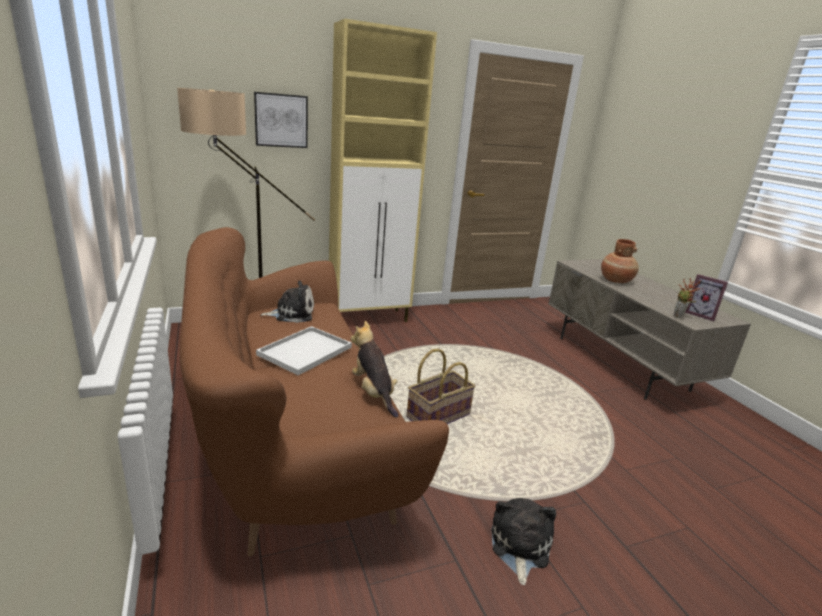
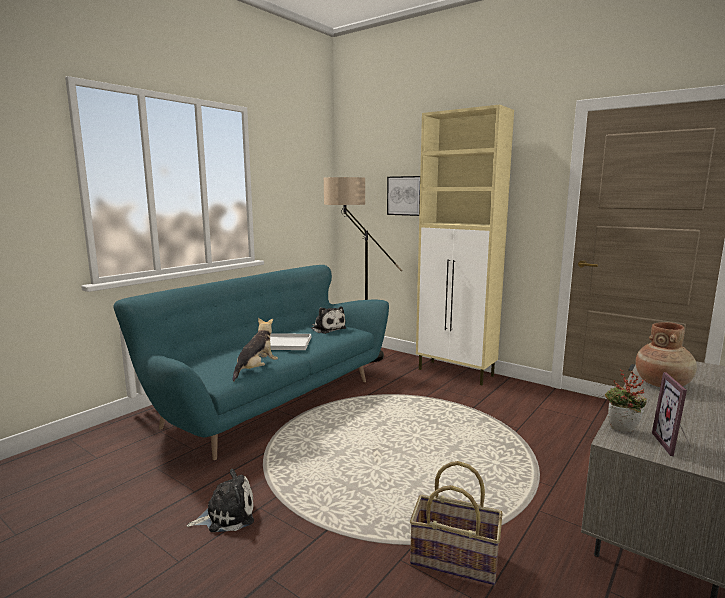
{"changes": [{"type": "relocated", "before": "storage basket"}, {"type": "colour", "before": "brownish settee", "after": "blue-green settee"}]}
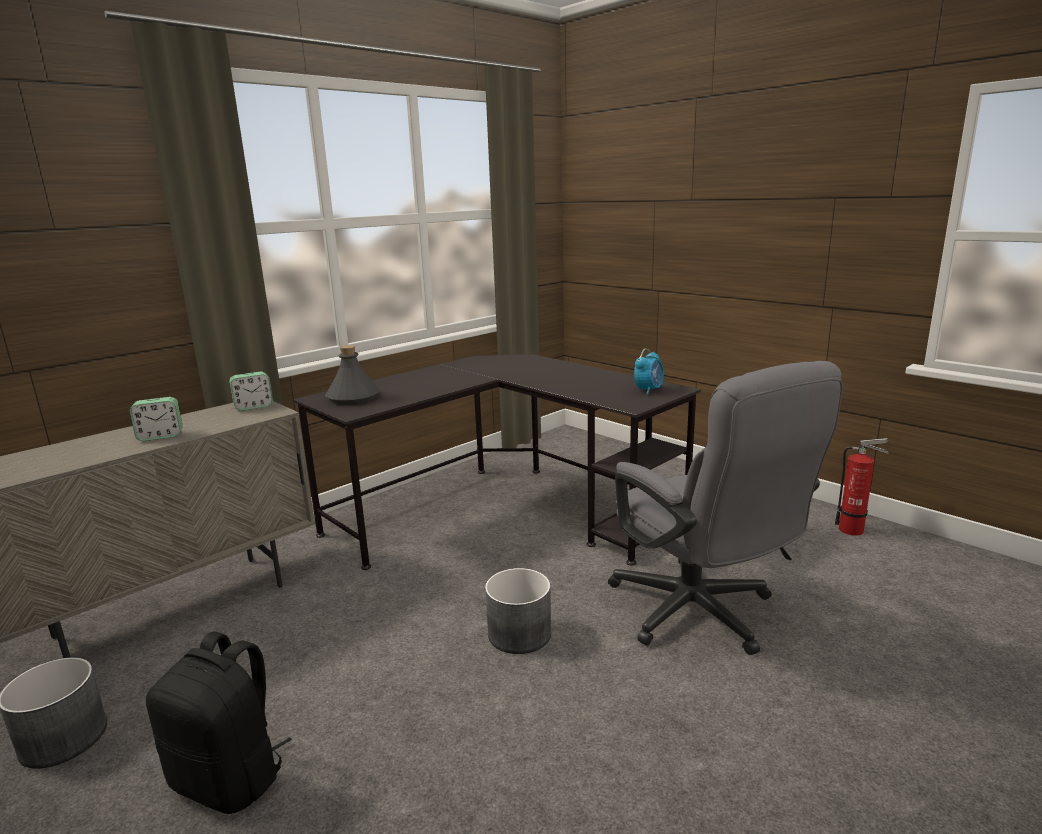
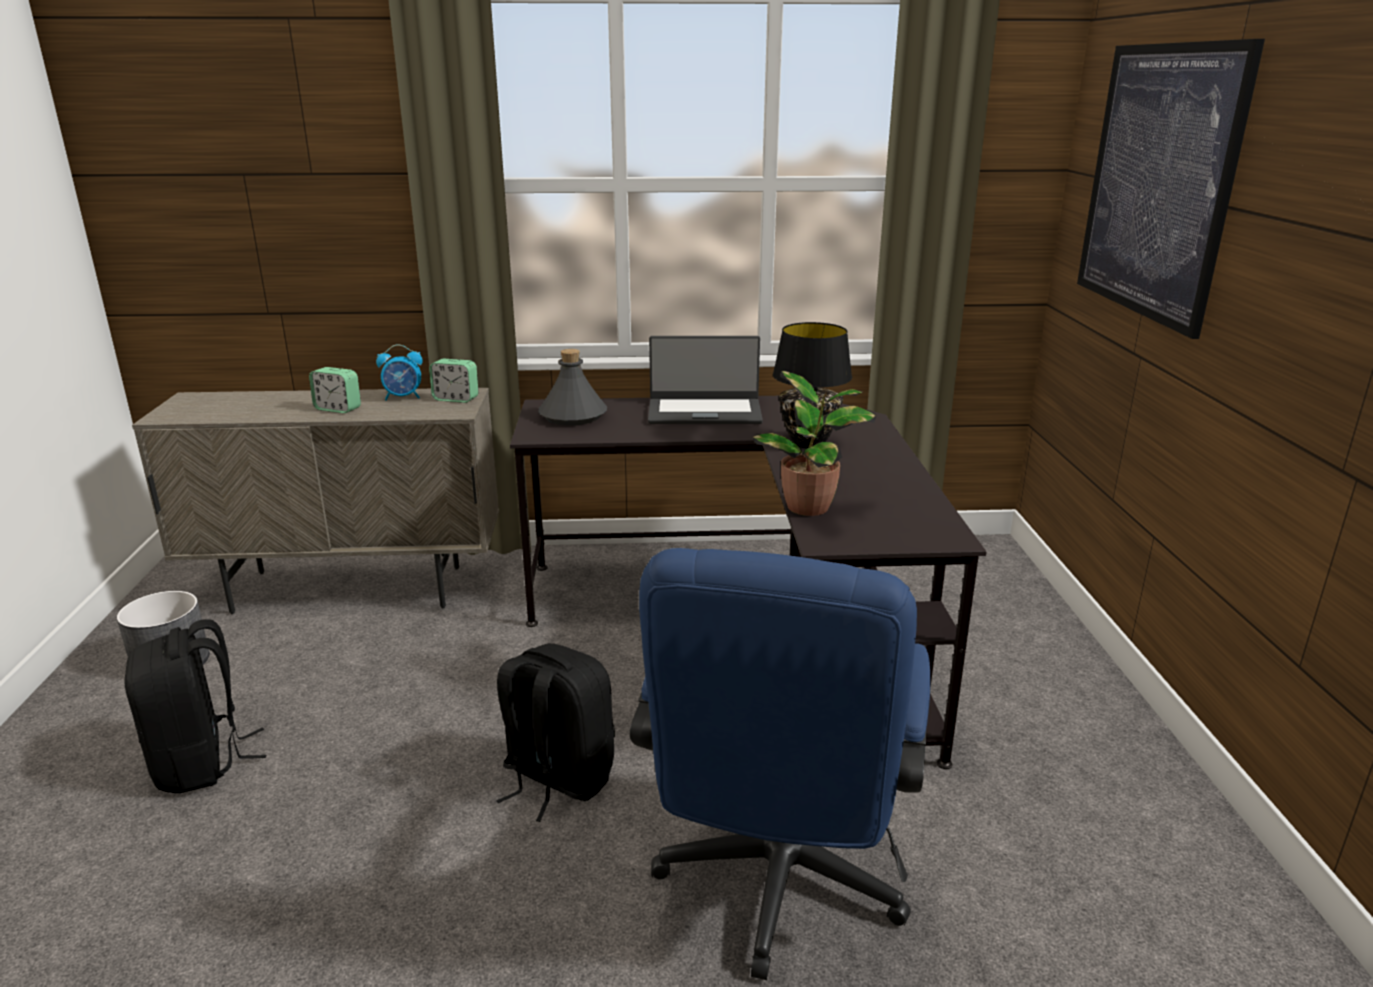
{"changes": [{"type": "missing", "before": "fire-fighting cylinder"}, {"type": "appeared", "after": "portable computer"}, {"type": "appeared", "after": "houseplant"}, {"type": "appeared", "after": "black-coloured tabletop lamp"}, {"type": "appeared", "after": "wall picture"}, {"type": "relocated", "before": "table clock (no. 3 from left in the first image)", "after": "table clock (no. 2 from left)"}, {"type": "exchanged", "before": "greyish flower pot (no. 2 from left)", "after": "black-coloured knapsack (no. 2 from left)"}, {"type": "colour", "before": "greyish computer chair", "after": "bluish computer chair"}]}
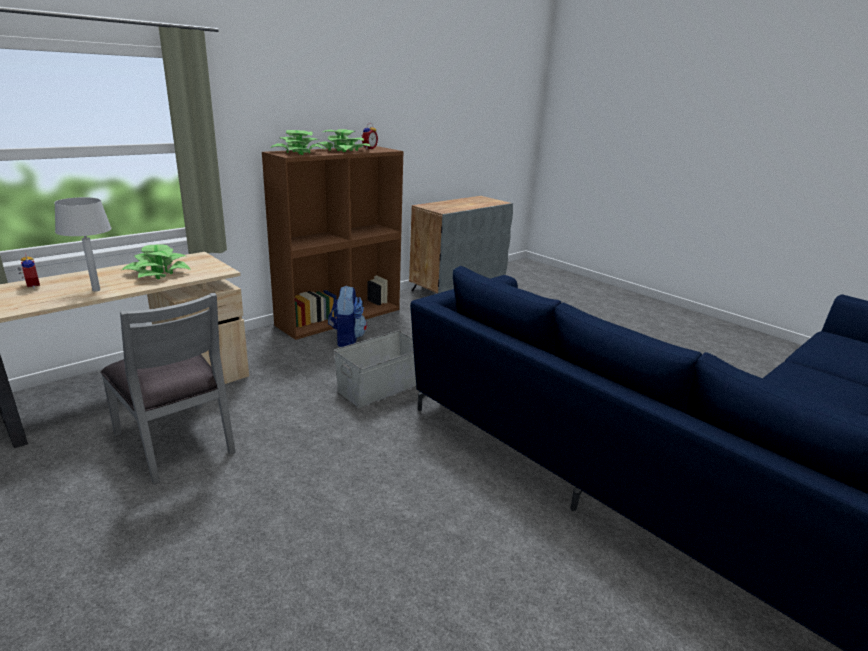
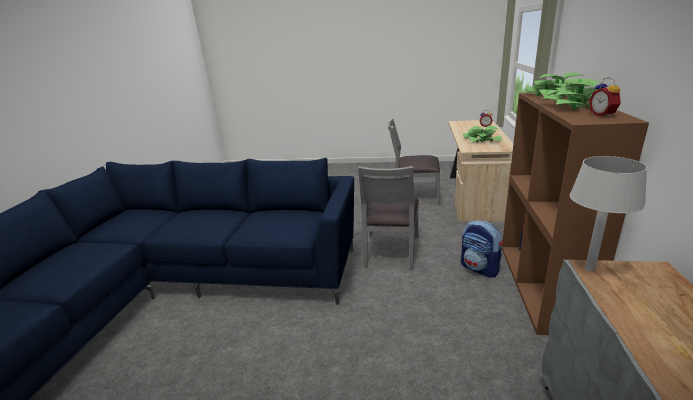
{"changes": [{"type": "relocated", "before": "greyish tabletop lamp"}, {"type": "exchanged", "before": "greyish storage container", "after": "greyish plain chair (no. 1 from left)"}]}
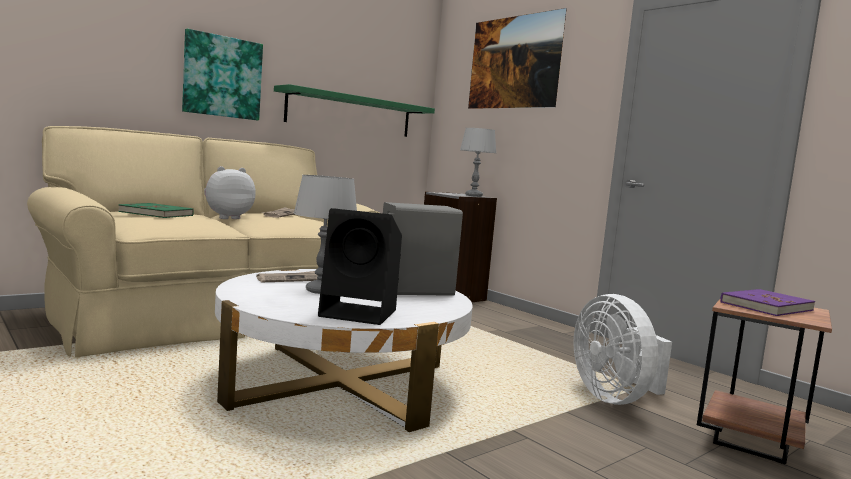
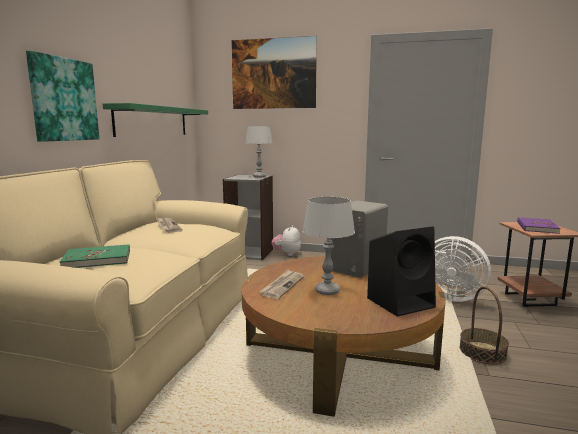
{"changes": [{"type": "appeared", "after": "storage basket"}, {"type": "relocated", "before": "plush toy"}, {"type": "colour", "before": "white lounge table", "after": "brownish lounge table"}]}
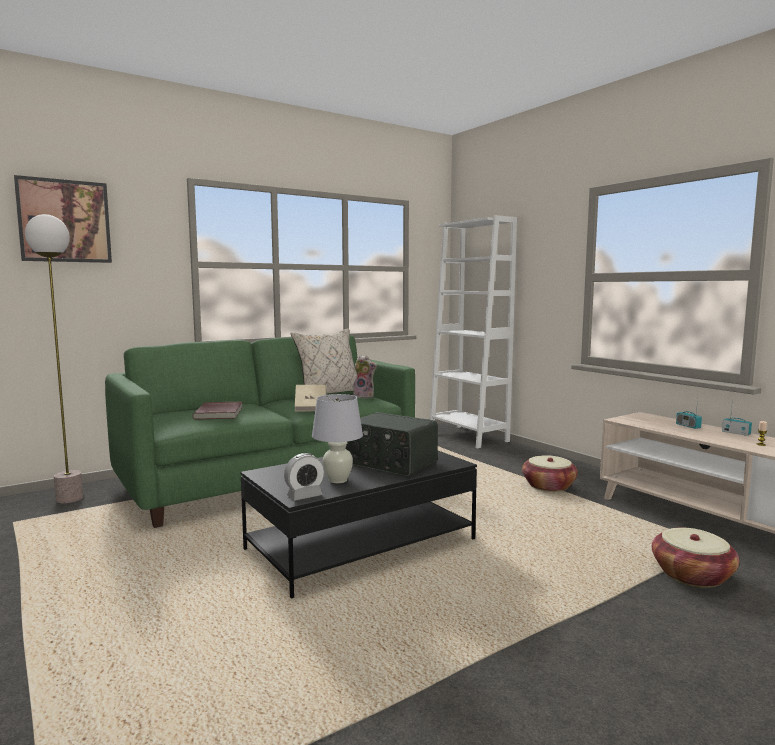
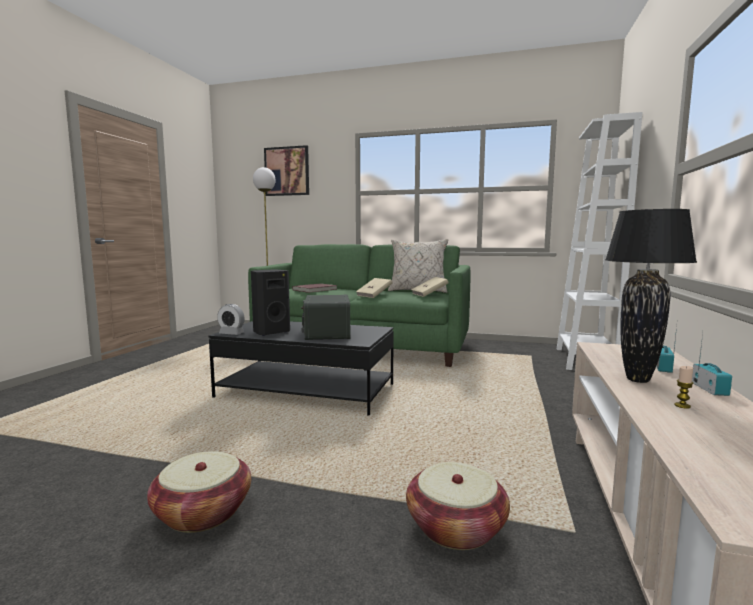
{"changes": [{"type": "appeared", "after": "black-coloured tabletop lamp"}, {"type": "relocated", "before": "storage basket (no. 1 from left)"}, {"type": "exchanged", "before": "white tabletop lamp", "after": "black-coloured speaker"}, {"type": "exchanged", "before": "plush toy", "after": "beige-coloured bound book (no. 2 from left)"}]}
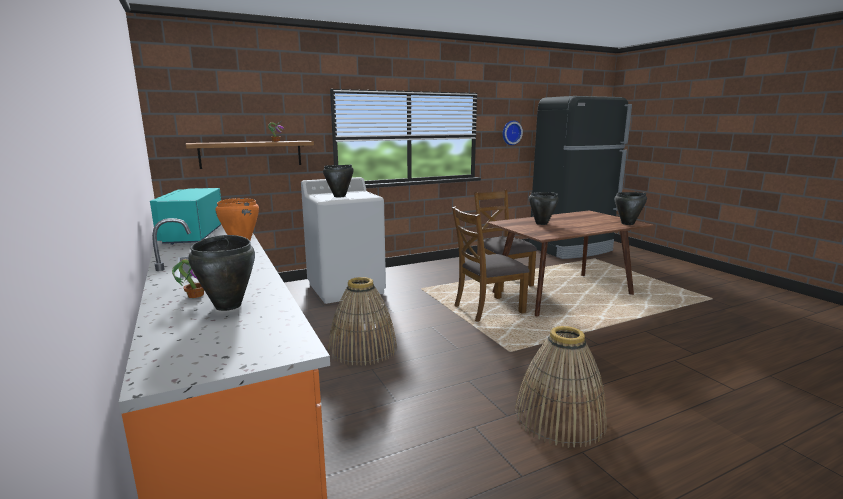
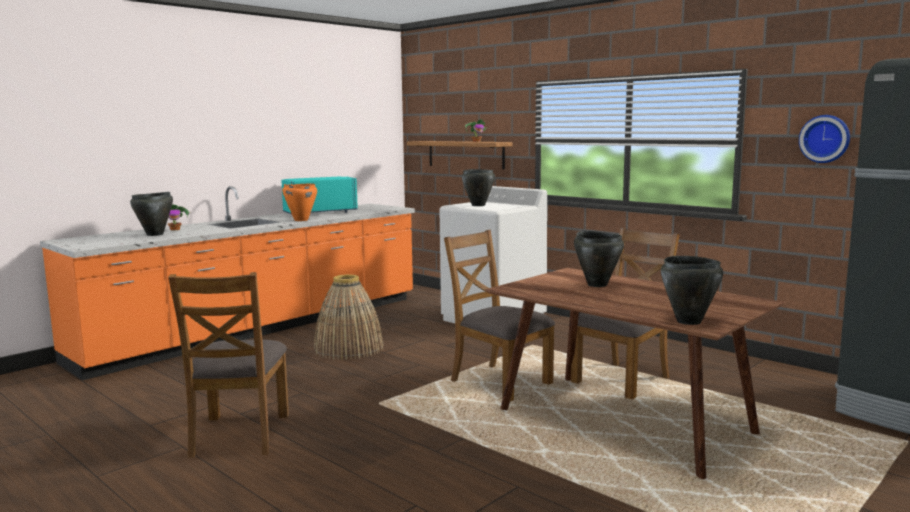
{"changes": [{"type": "exchanged", "before": "storage basket (no. 2 from left)", "after": "brownish plain chair (no. 1 from left)"}]}
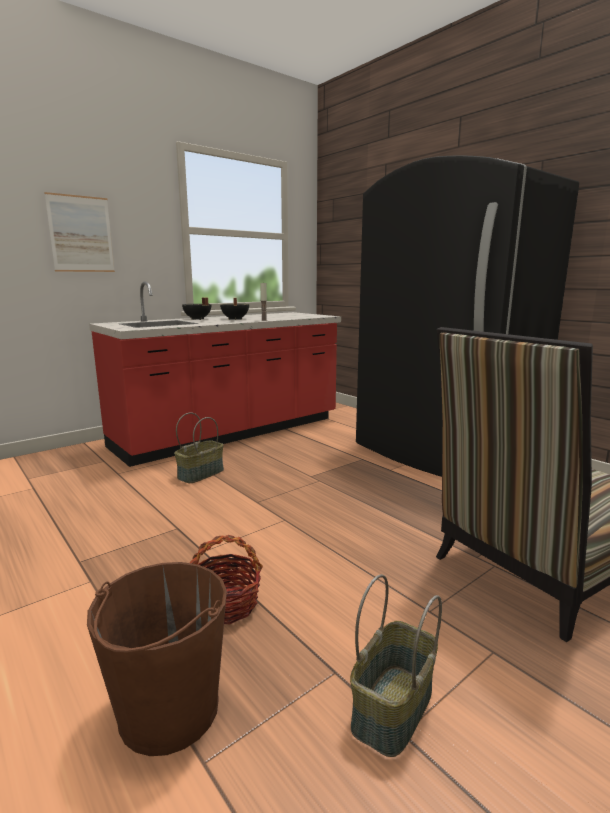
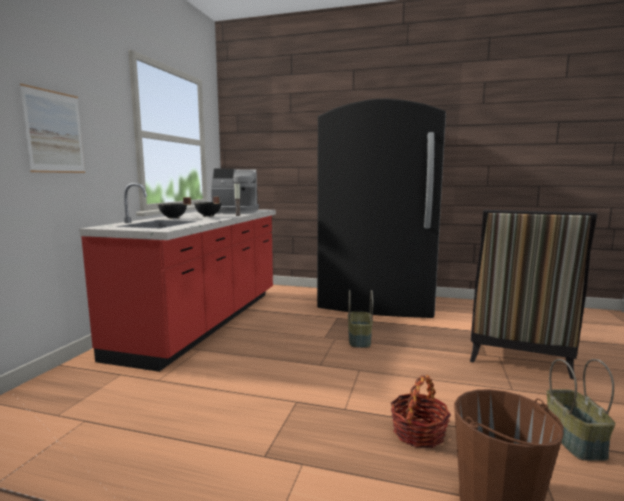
{"changes": [{"type": "appeared", "after": "coffee machine"}, {"type": "relocated", "before": "storage basket (no. 1 from left)"}]}
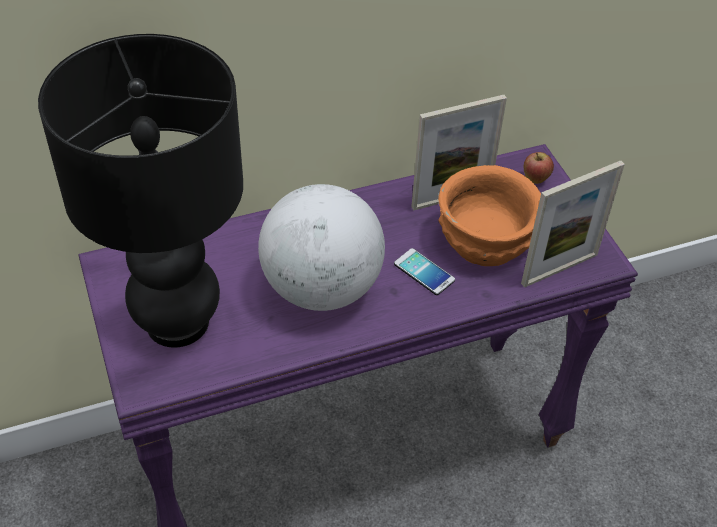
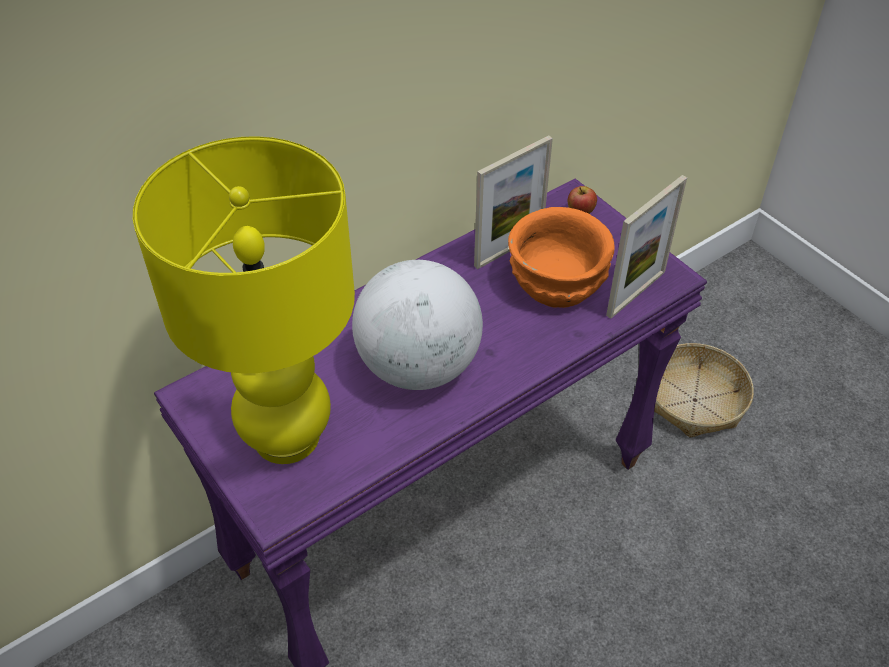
{"changes": [{"type": "missing", "before": "handset"}, {"type": "appeared", "after": "storage basket"}, {"type": "colour", "before": "black-coloured tabletop lamp", "after": "yellowish tabletop lamp"}]}
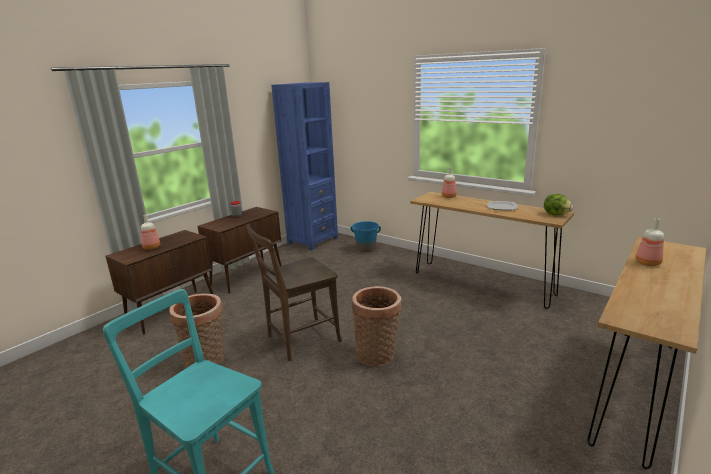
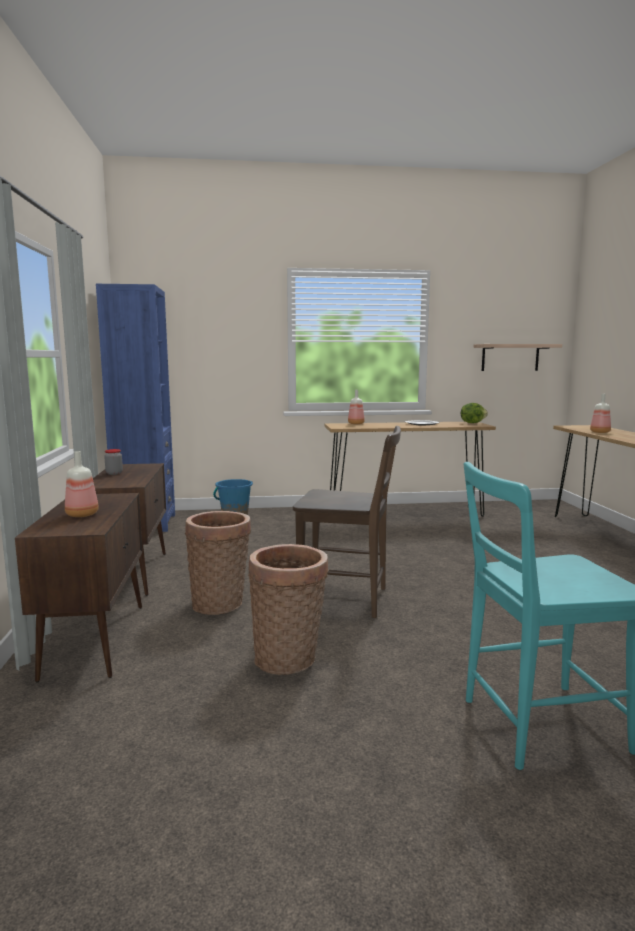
{"changes": [{"type": "appeared", "after": "bracket shelf"}, {"type": "relocated", "before": "storage basket (no. 2 from left in the first image)", "after": "storage basket (no. 1 from left)"}, {"type": "spun", "before": "brownish plain chair", "turn": -90}]}
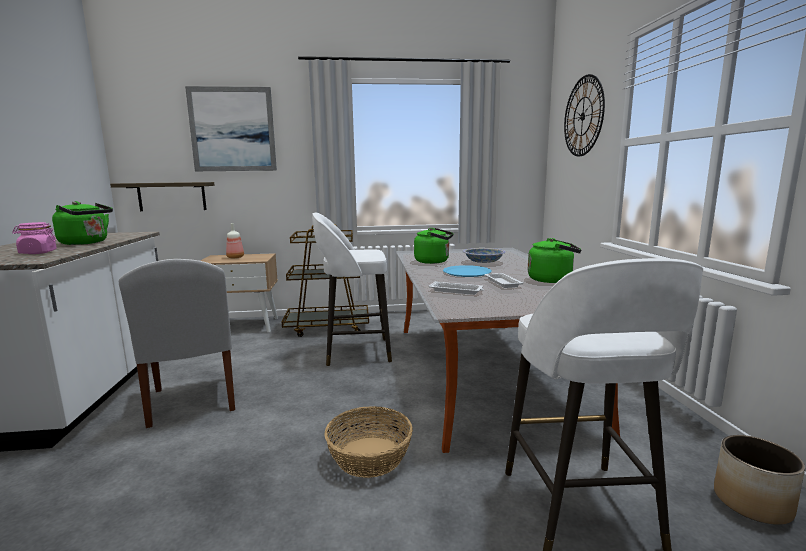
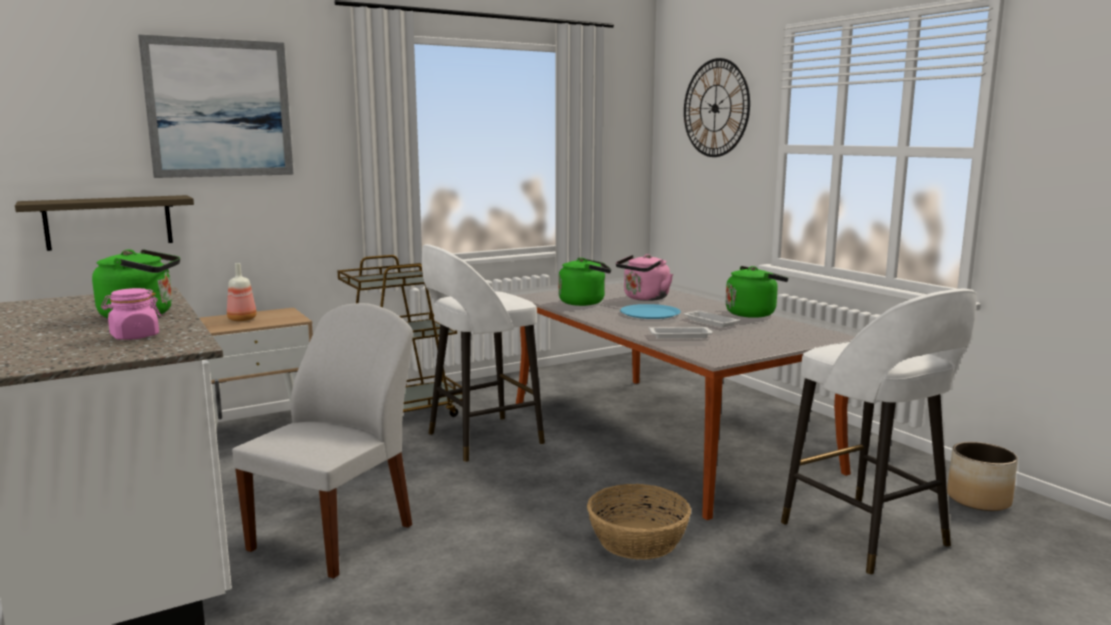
{"changes": [{"type": "exchanged", "before": "bowl", "after": "pink tea kettle"}, {"type": "spun", "before": "white plain chair", "turn": -105}]}
